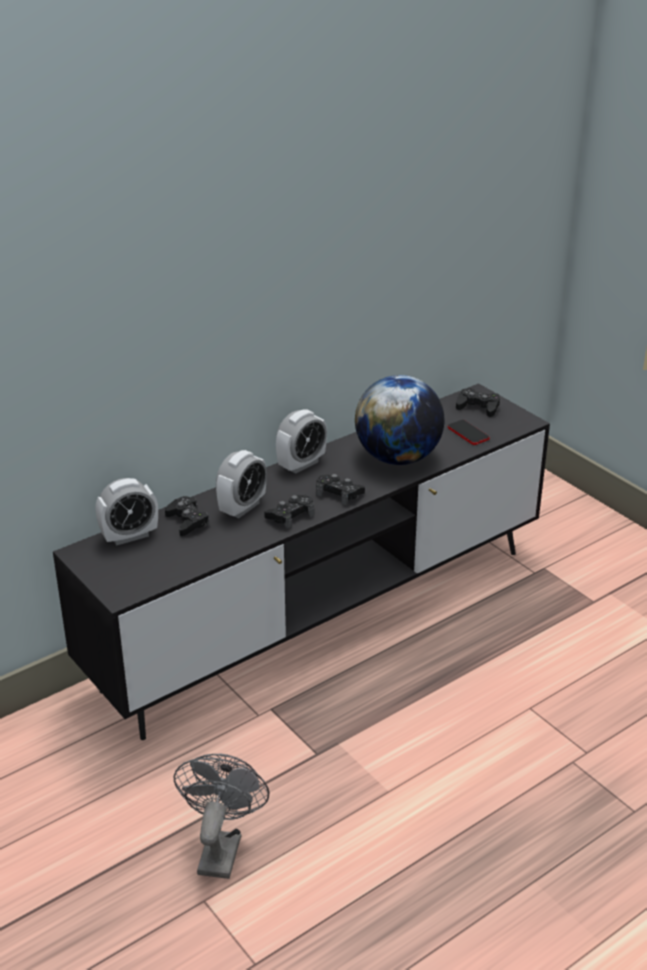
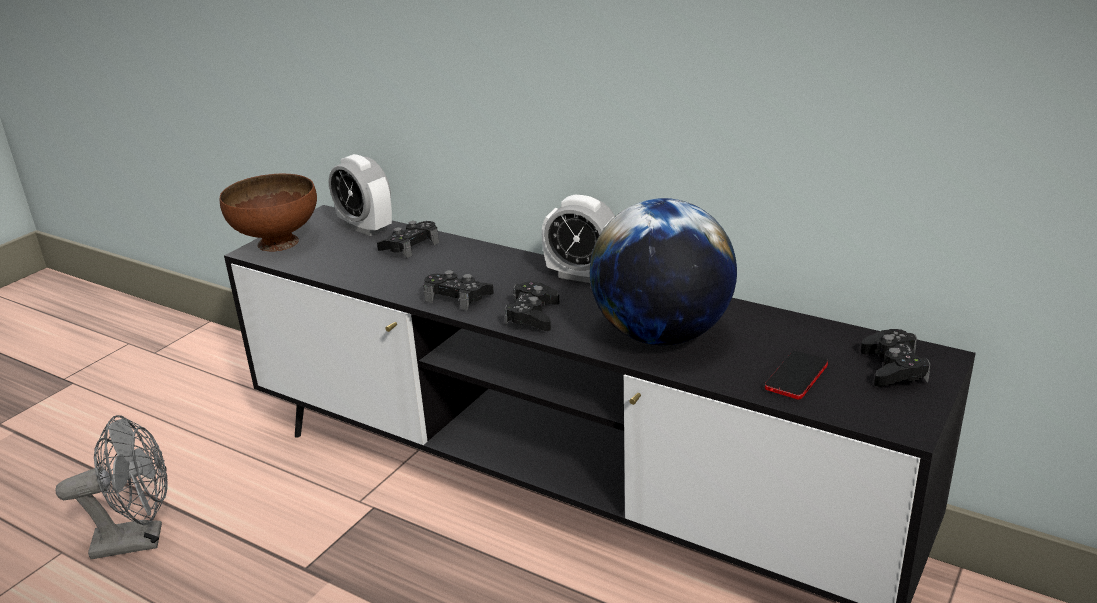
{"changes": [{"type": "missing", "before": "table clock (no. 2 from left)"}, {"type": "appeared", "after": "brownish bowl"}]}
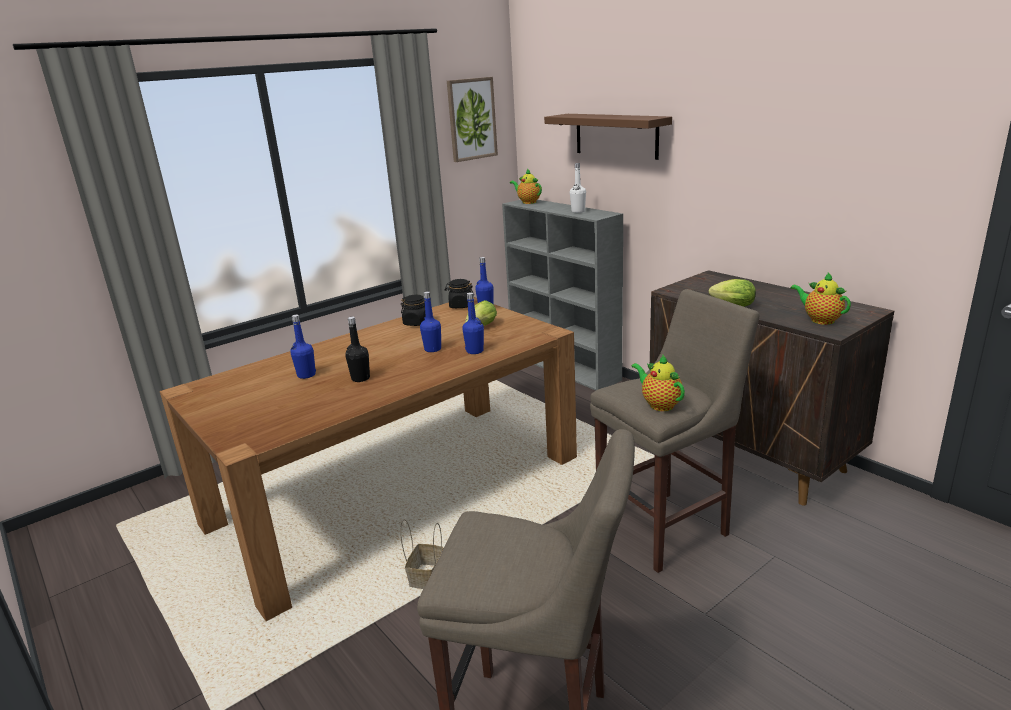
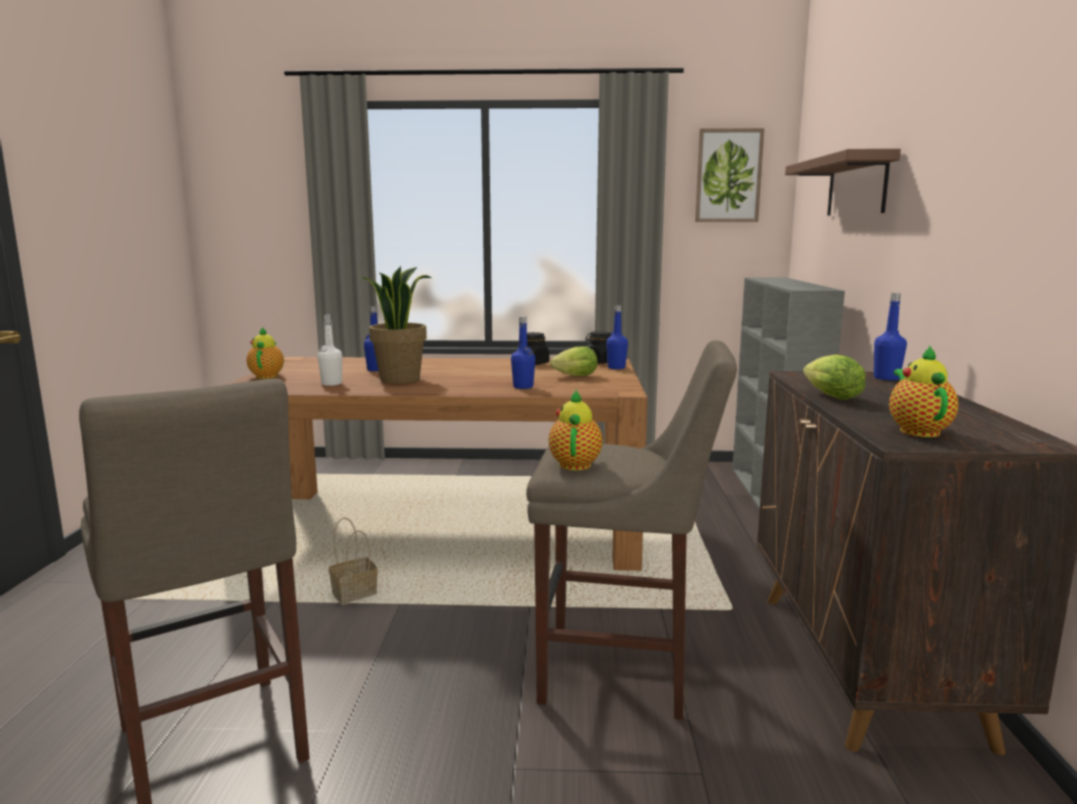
{"changes": [{"type": "relocated", "before": "bluish beverage bottle (no. 2 from left in the first image)", "after": "bluish beverage bottle (no. 4 from left)"}, {"type": "relocated", "before": "teapot (no. 1 from left)"}, {"type": "relocated", "before": "white beverage bottle"}, {"type": "exchanged", "before": "black-coloured beverage bottle", "after": "houseplant"}]}
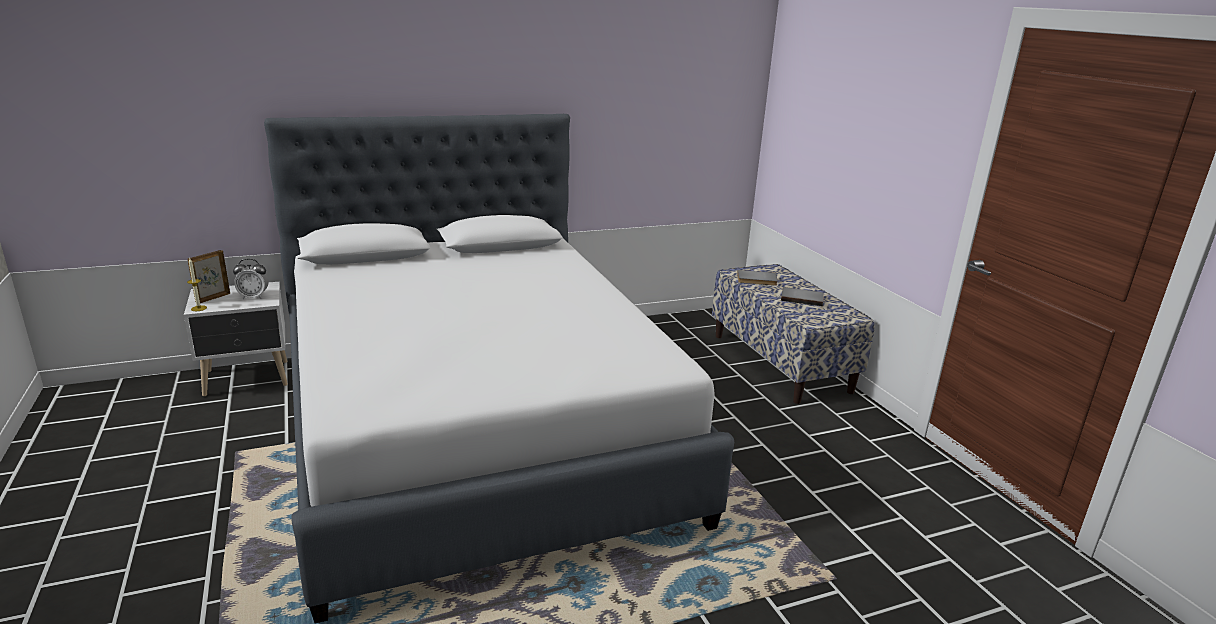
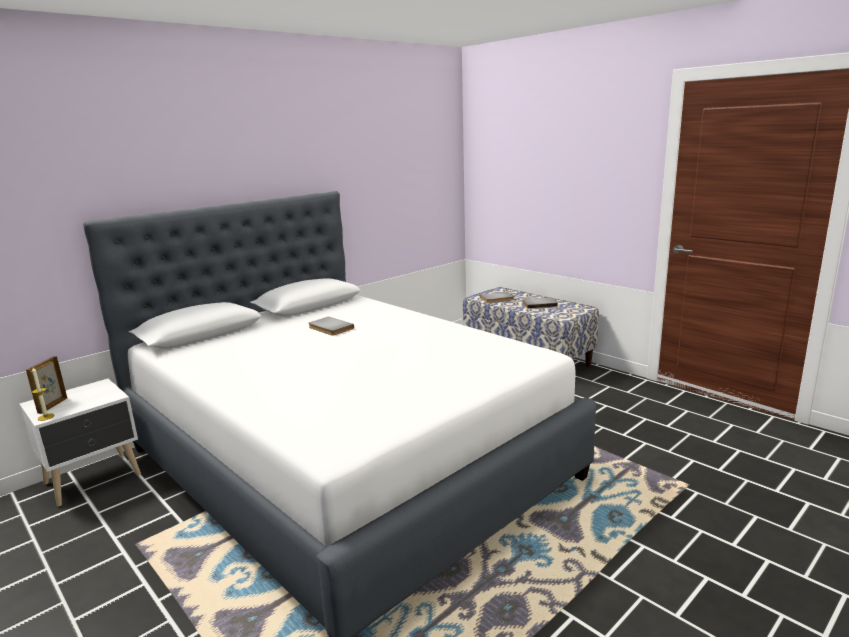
{"changes": [{"type": "missing", "before": "table clock"}, {"type": "appeared", "after": "greyish bound book (no. 1 from left)"}]}
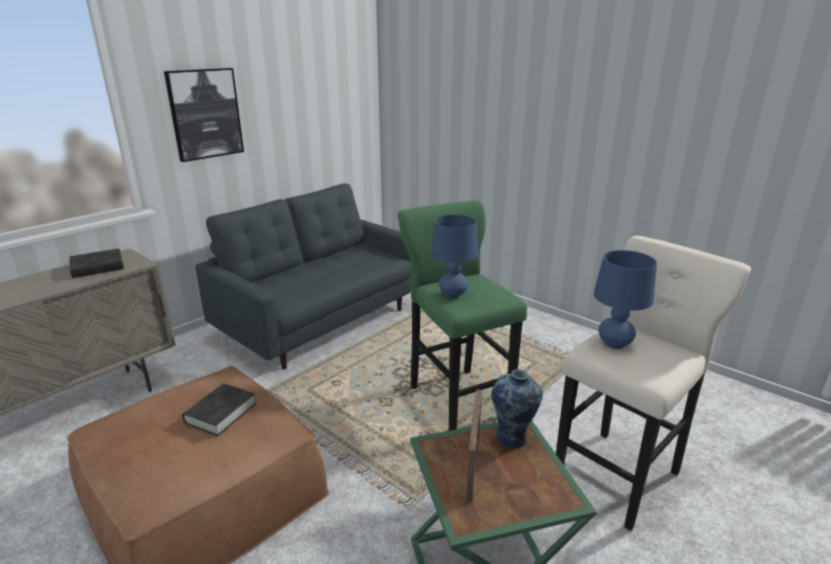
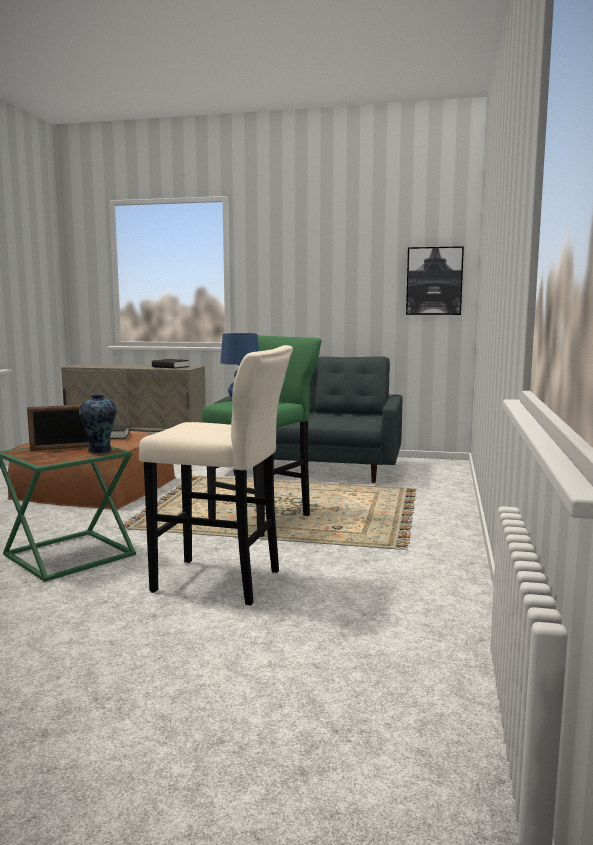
{"changes": [{"type": "missing", "before": "bluish tabletop lamp (no. 2 from left)"}, {"type": "relocated", "before": "wall picture"}]}
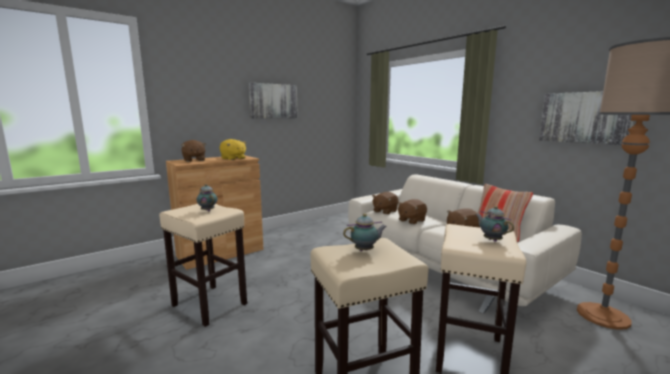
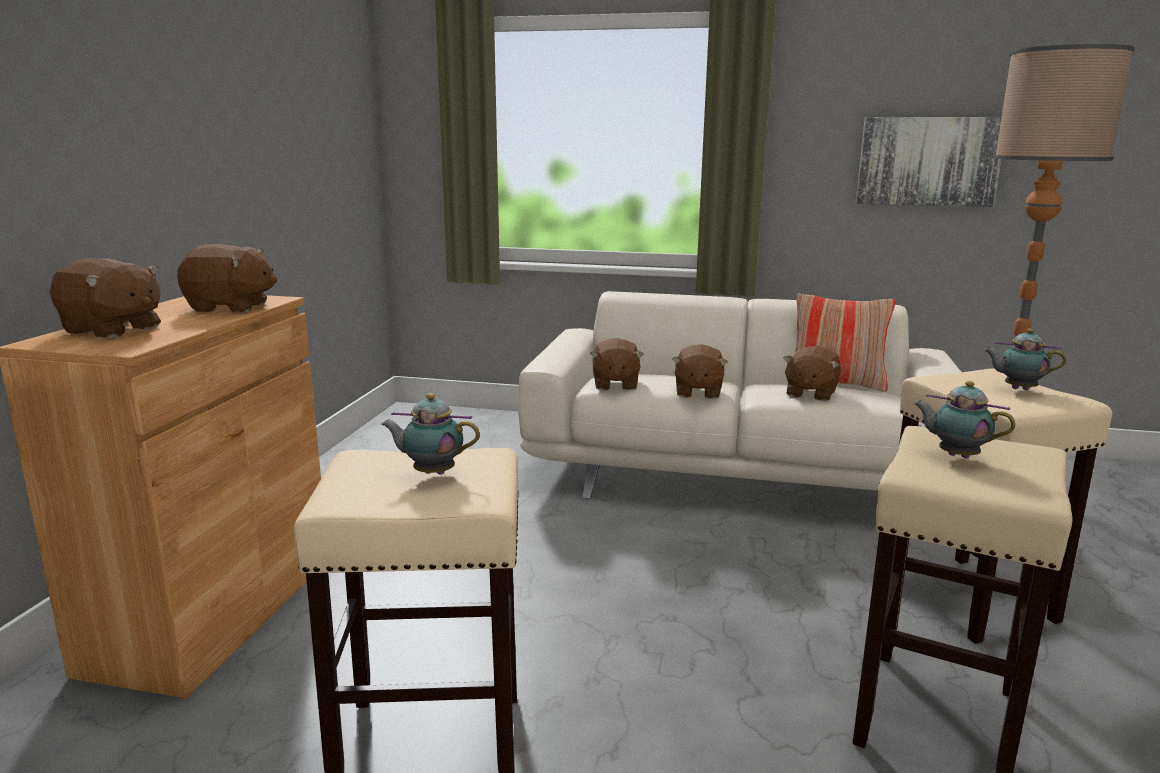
{"changes": [{"type": "missing", "before": "wall picture (no. 1 from left)"}, {"type": "colour", "before": "yellowish plush toy", "after": "brownish plush toy (no. 2 from left)"}, {"type": "spun", "before": "teapot (no. 2 from left)", "turn": -90}]}
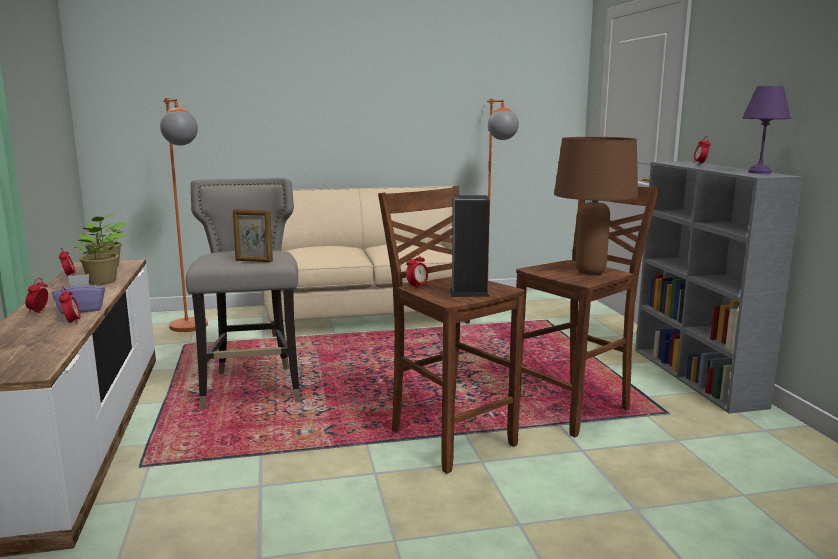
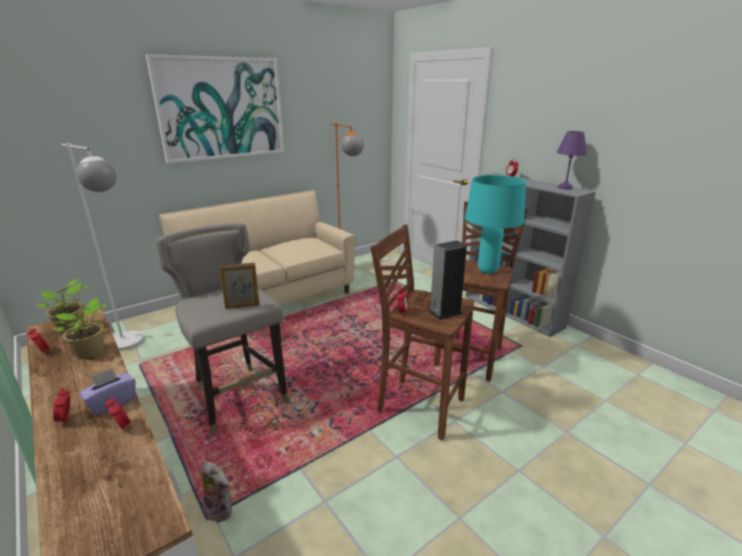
{"changes": [{"type": "appeared", "after": "wall picture"}, {"type": "appeared", "after": "plush toy"}, {"type": "colour", "before": "orangey floor lamp (no. 1 from left)", "after": "white floor lamp"}, {"type": "colour", "before": "brownish tabletop lamp", "after": "blue-green tabletop lamp"}]}
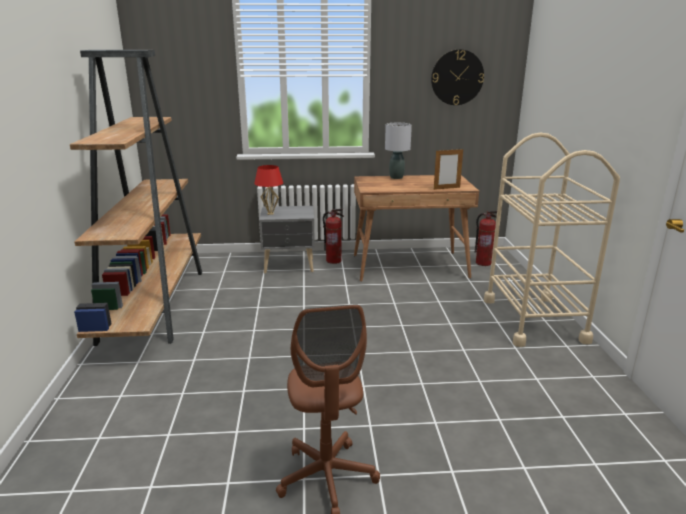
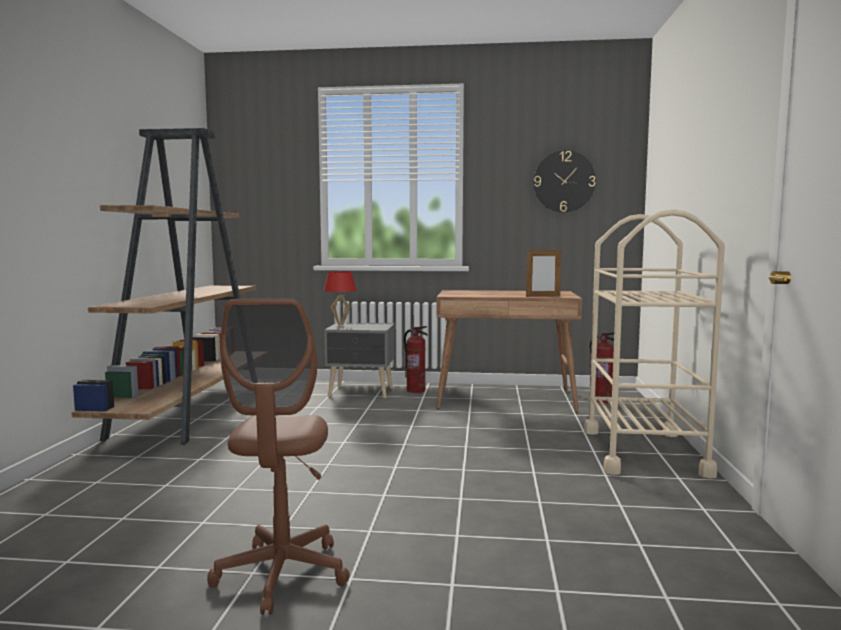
{"changes": [{"type": "missing", "before": "greyish tabletop lamp"}]}
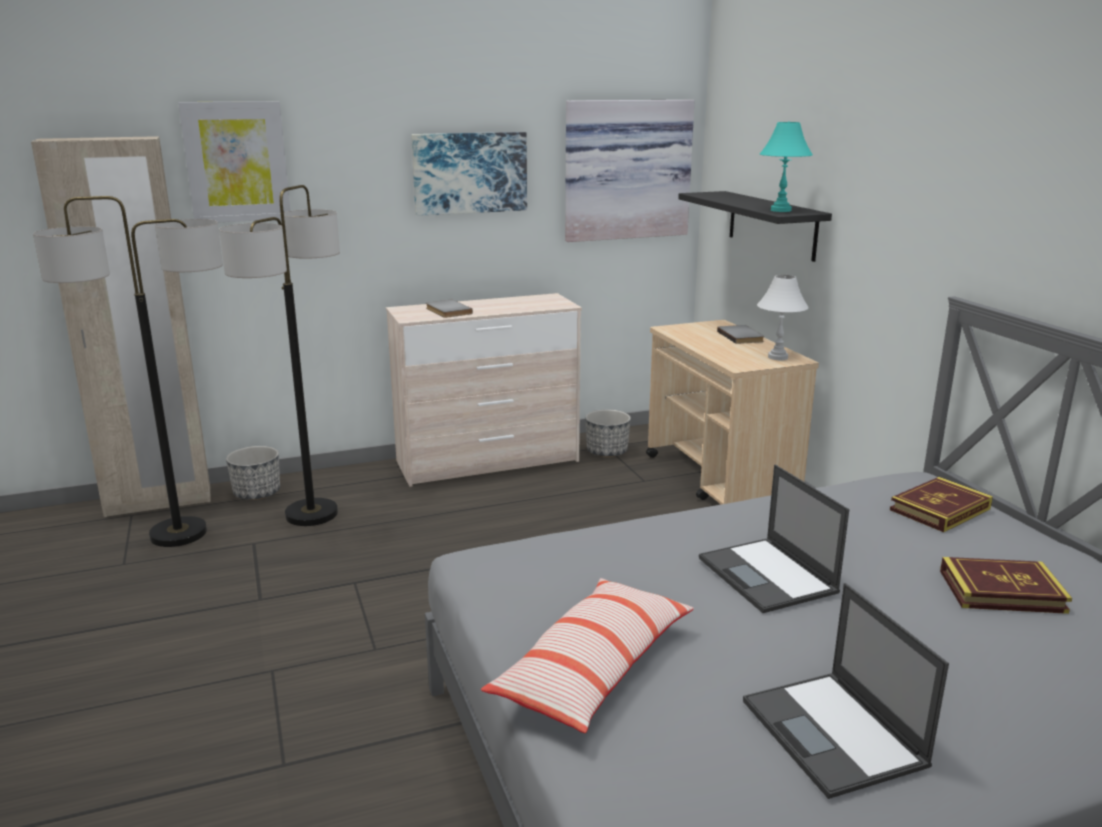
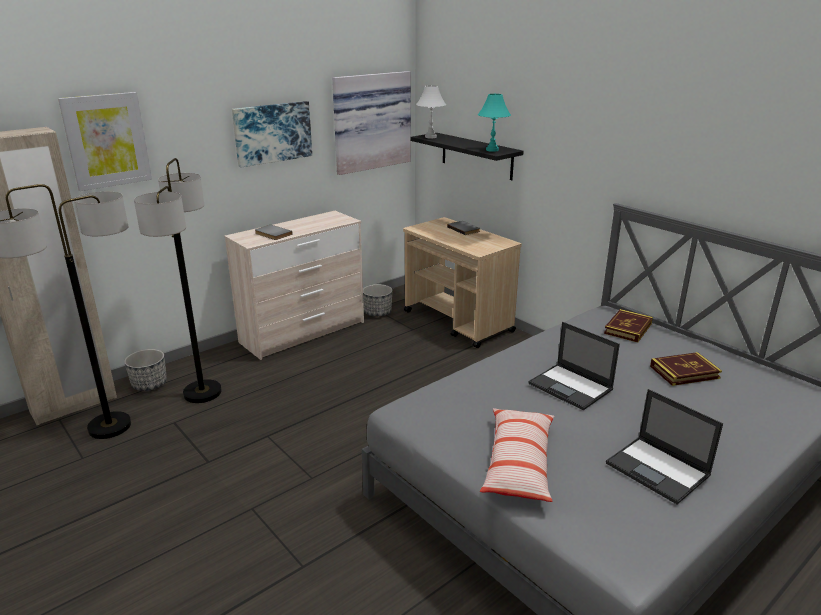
{"changes": [{"type": "relocated", "before": "white tabletop lamp"}]}
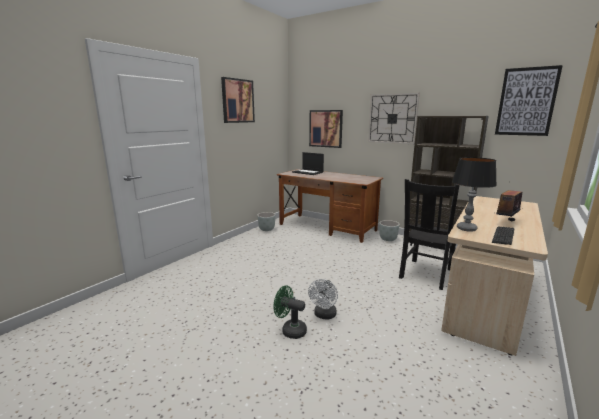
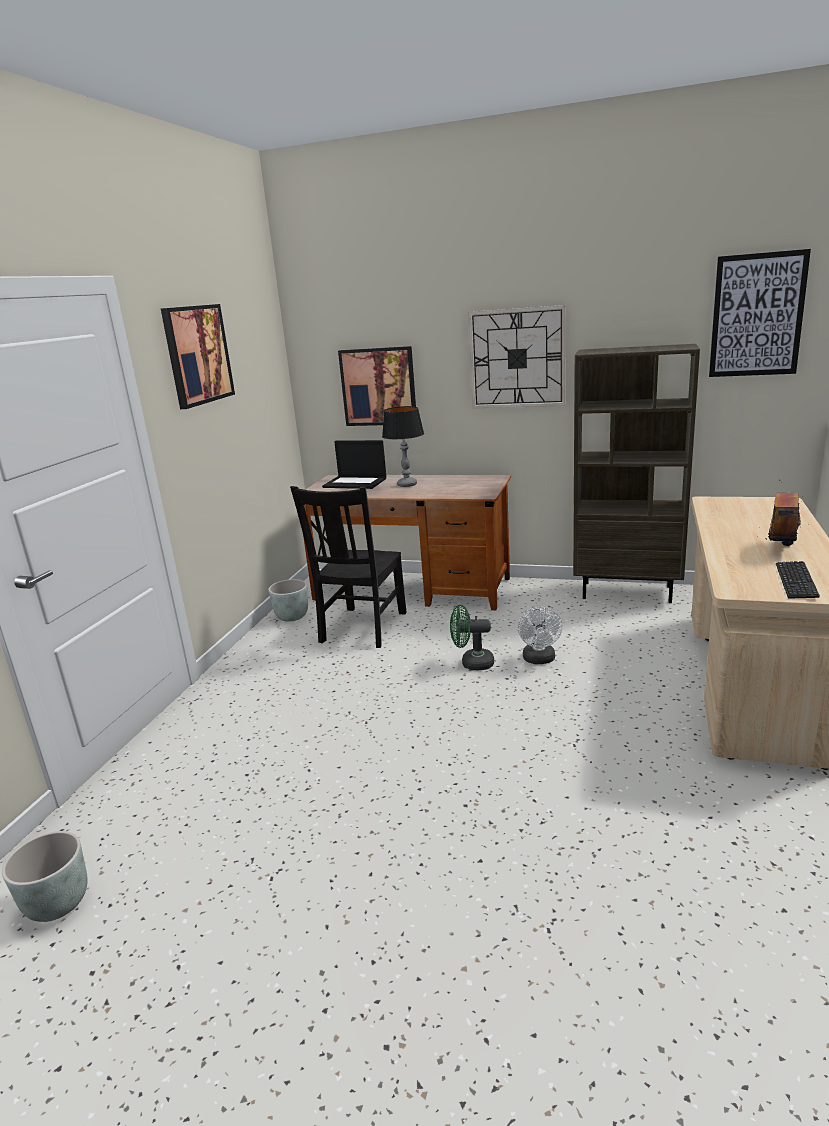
{"changes": [{"type": "relocated", "before": "green-coloured fan"}, {"type": "relocated", "before": "white fan"}, {"type": "relocated", "before": "greyish flower pot (no. 2 from left in the first image)", "after": "greyish flower pot (no. 1 from left)"}, {"type": "relocated", "before": "black-coloured plain chair"}, {"type": "relocated", "before": "tabletop lamp"}]}
